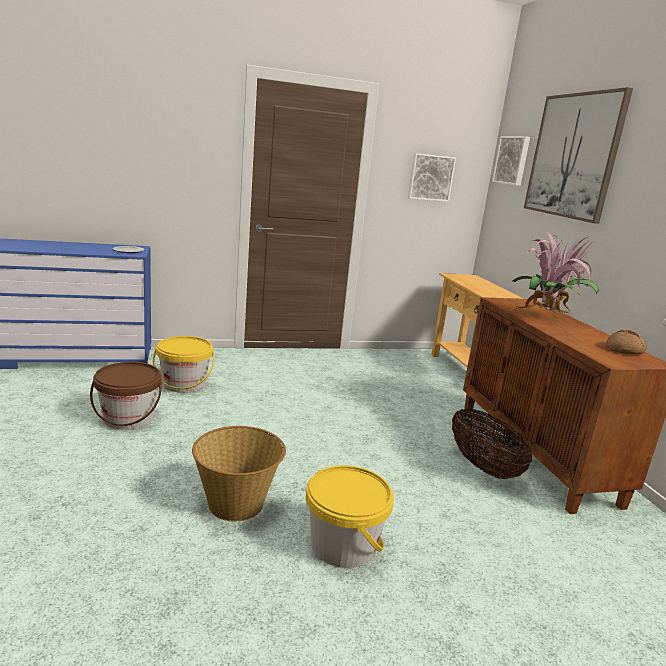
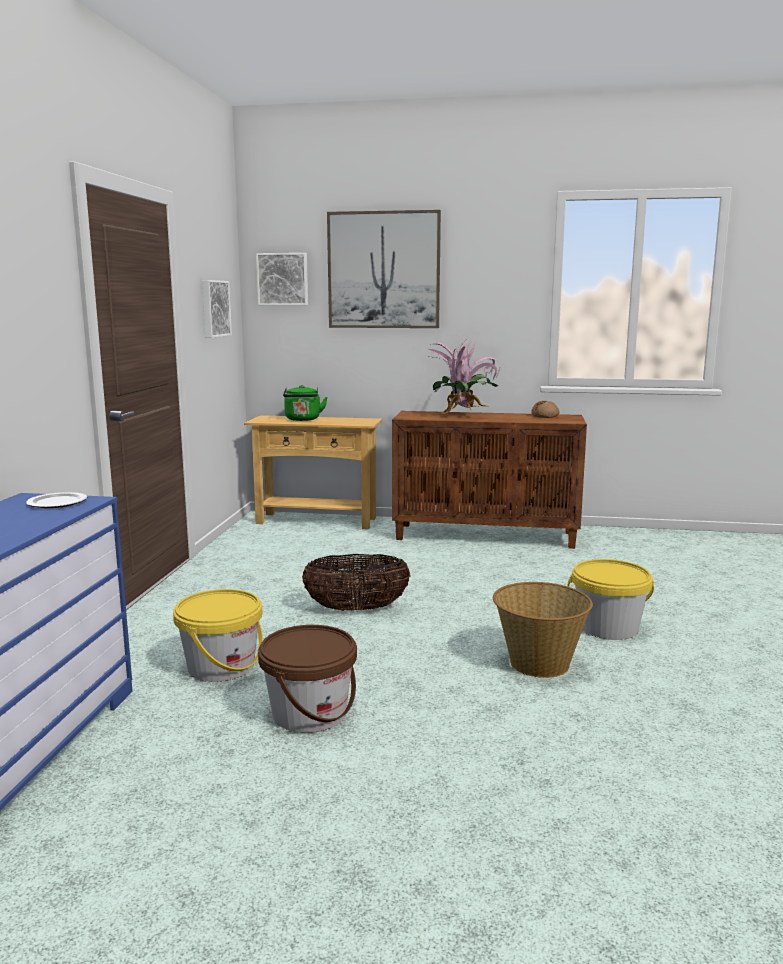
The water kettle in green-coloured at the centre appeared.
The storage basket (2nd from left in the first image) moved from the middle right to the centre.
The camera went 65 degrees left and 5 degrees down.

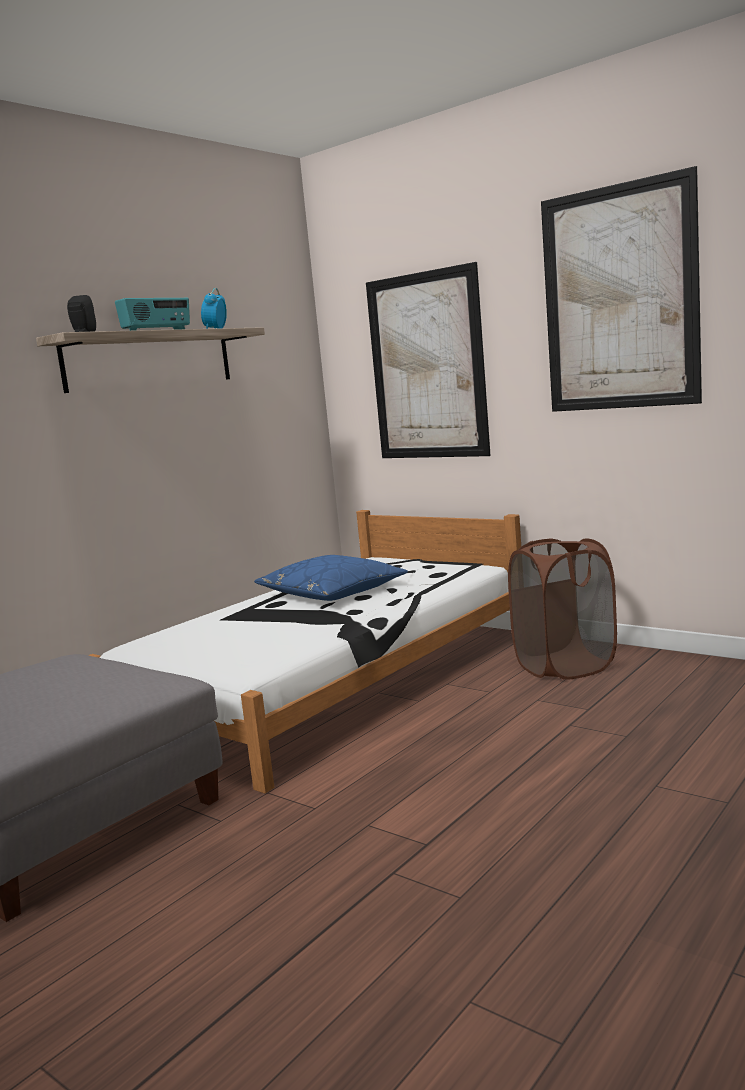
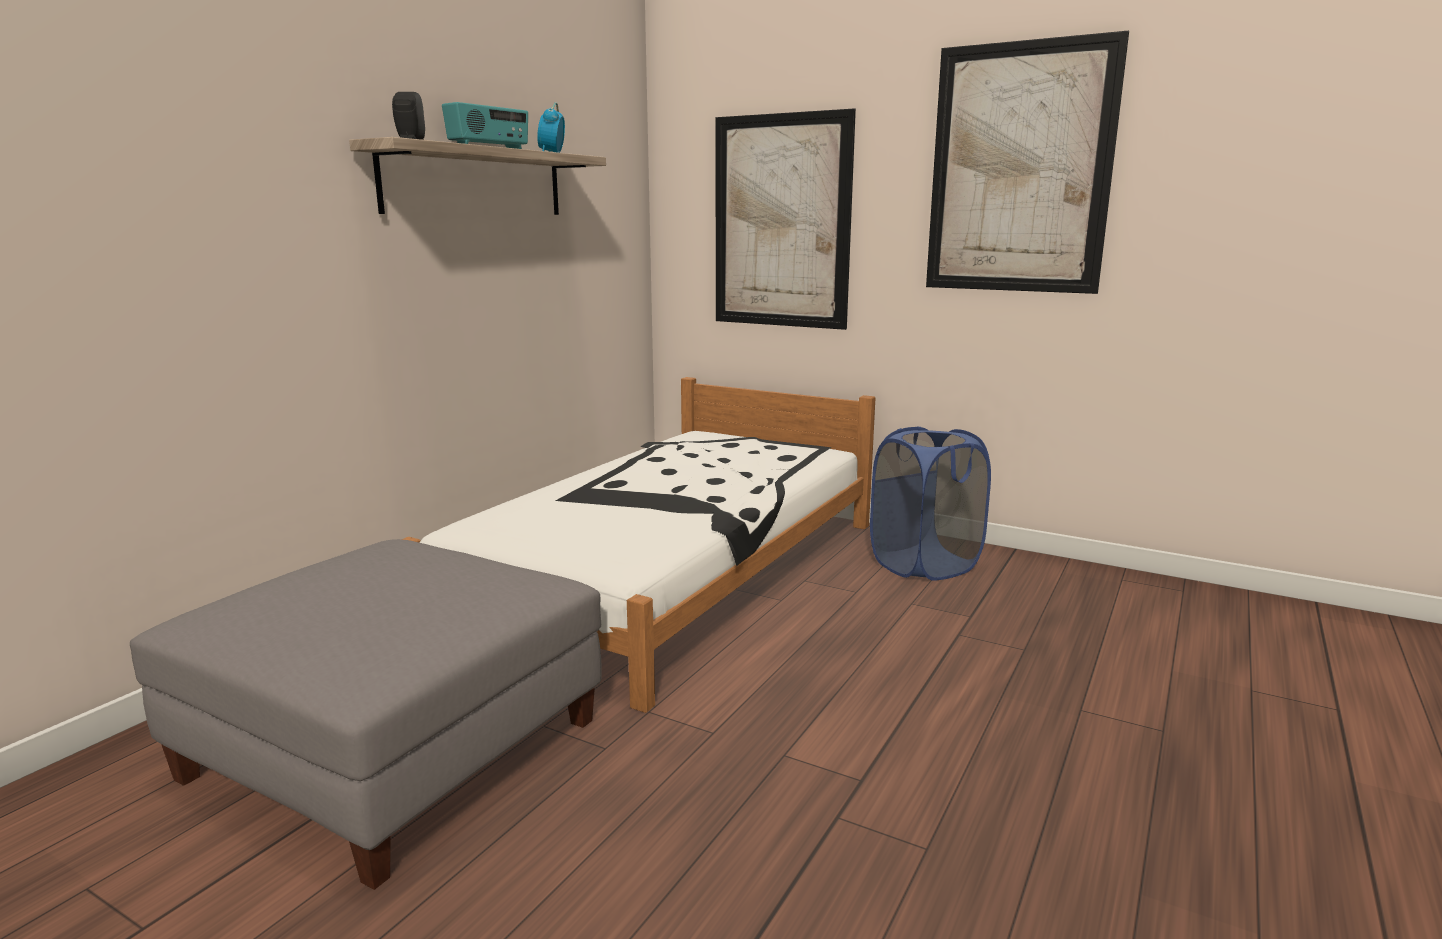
The cushion in blue at the centre disappeared.
The hamper in brown at the middle right became the hamper in blue at the centre.
The camera went 10 degrees left and 5 degrees up.

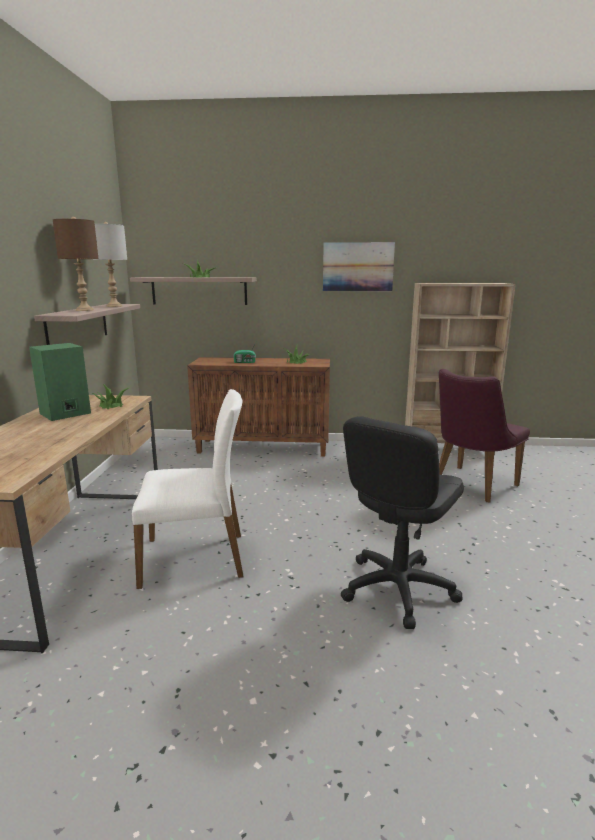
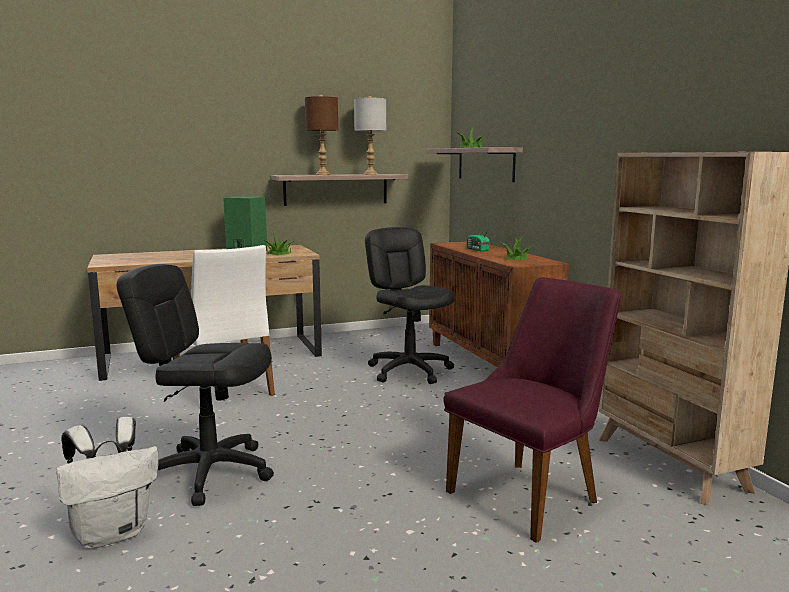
The wall picture at the top centre disappeared.
The backpack in white-coloured at the bottom left appeared.
The office chair in black-coloured (2nd from left) at the centre appeared.
The upright chair in purple-coloured at the middle right turned 120 degrees clockwise.
The camera went 65 degrees right and 5 degrees down.

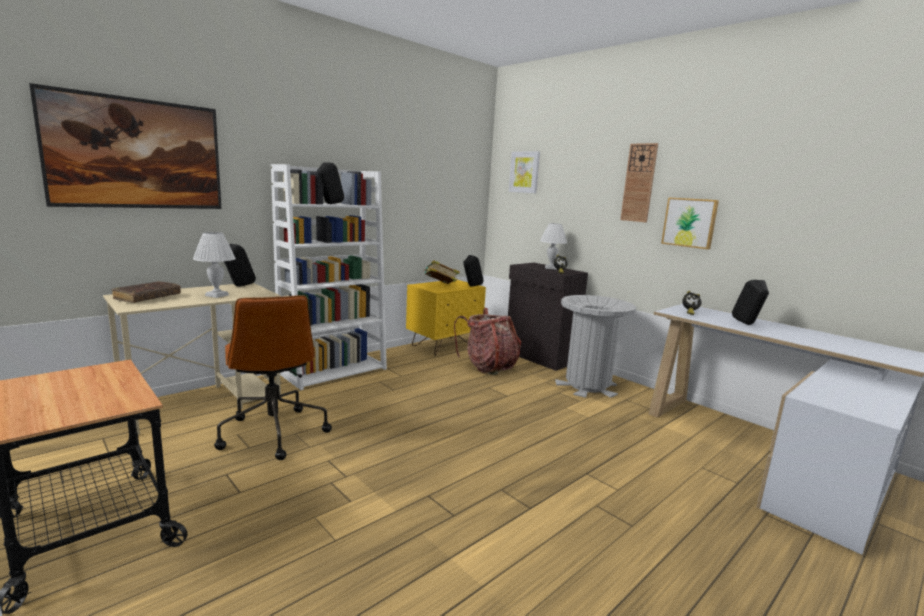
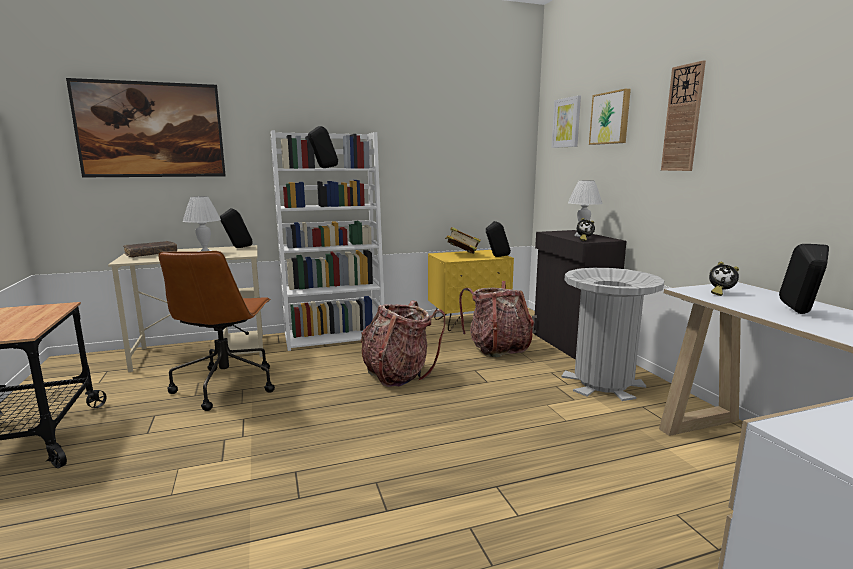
The backpack (1st from left) at the centre appeared.
The wall picture (3rd from left) moved from the middle right to the top right.
The camera went 25 degrees right and 0 degrees up.

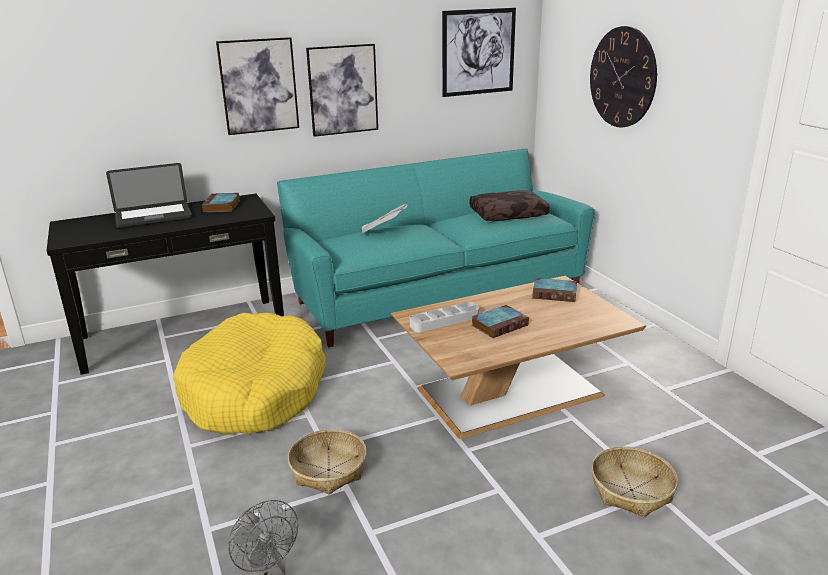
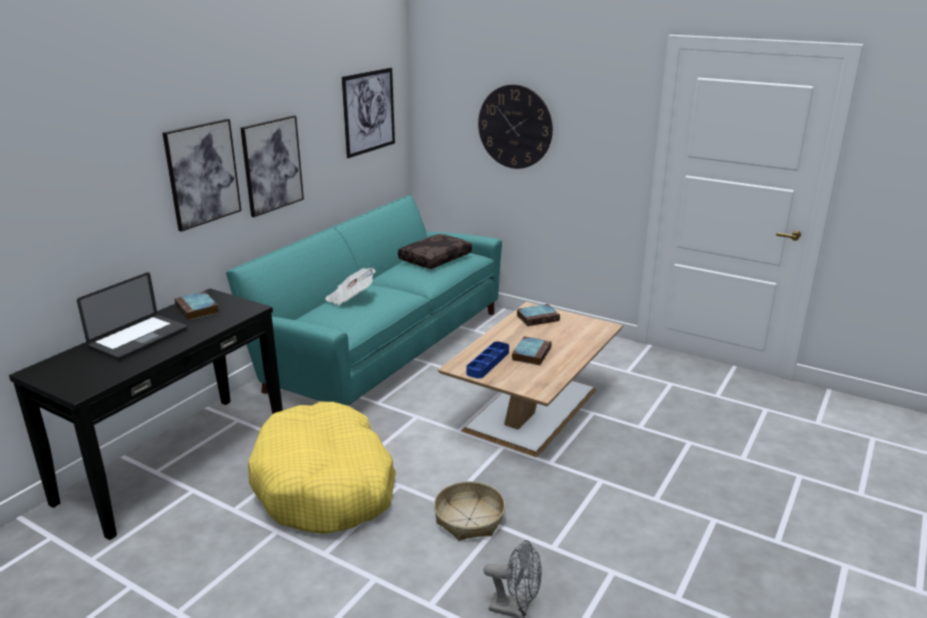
The storage basket (2nd from left) at the bottom right disappeared.
The tray in greyish at the centre became the tray in blue at the centre.
The camera went 35 degrees left and 0 degrees up.

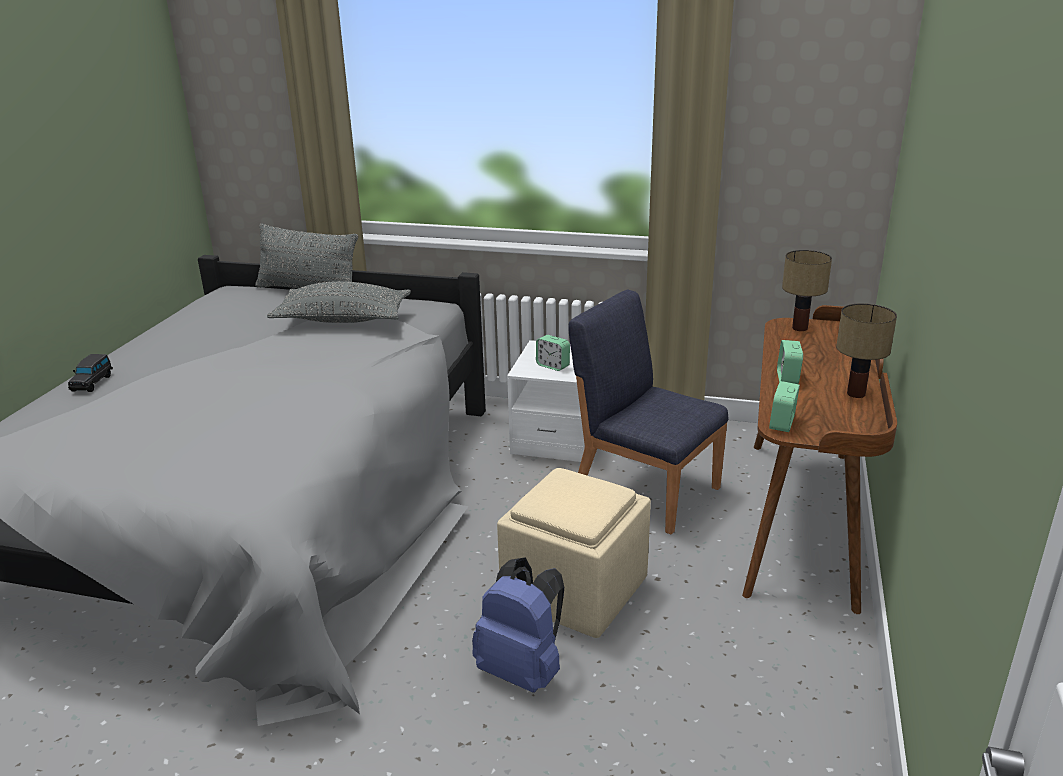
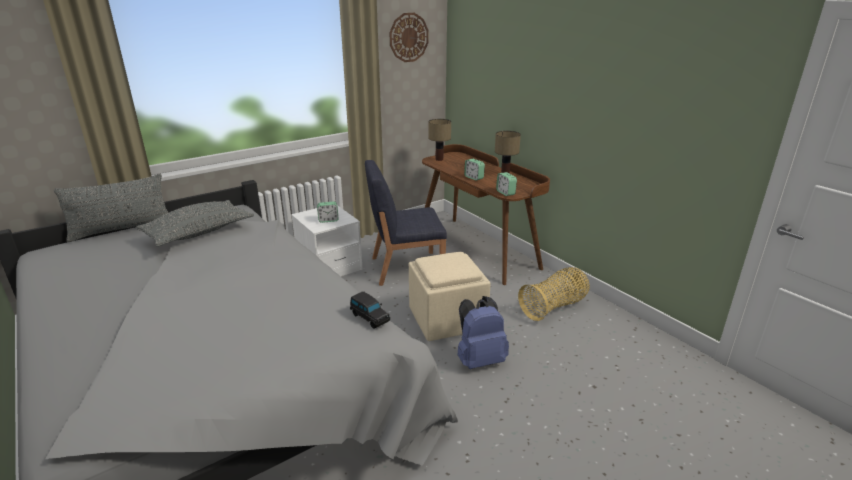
The hanging clock at the top centre appeared.
The storage basket at the centre appeared.
The model car in black-coloured moved from the middle left to the centre.
The camera went 50 degrees left and 0 degrees up.

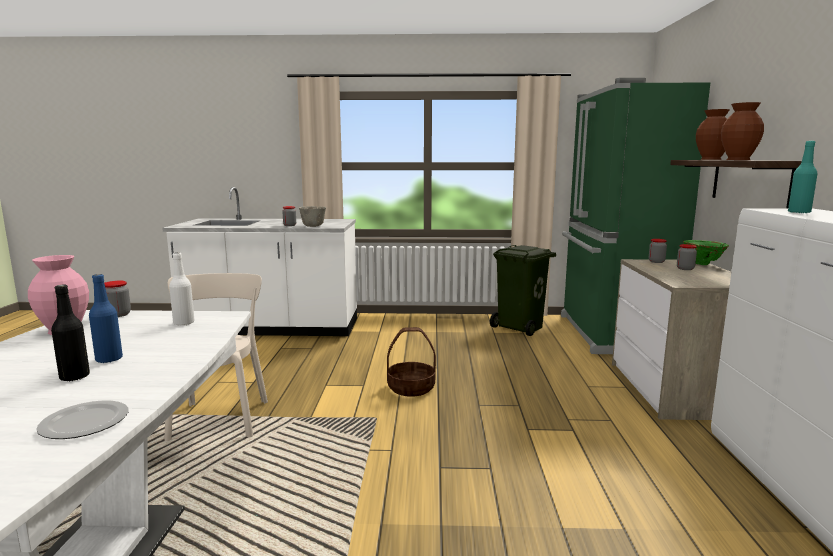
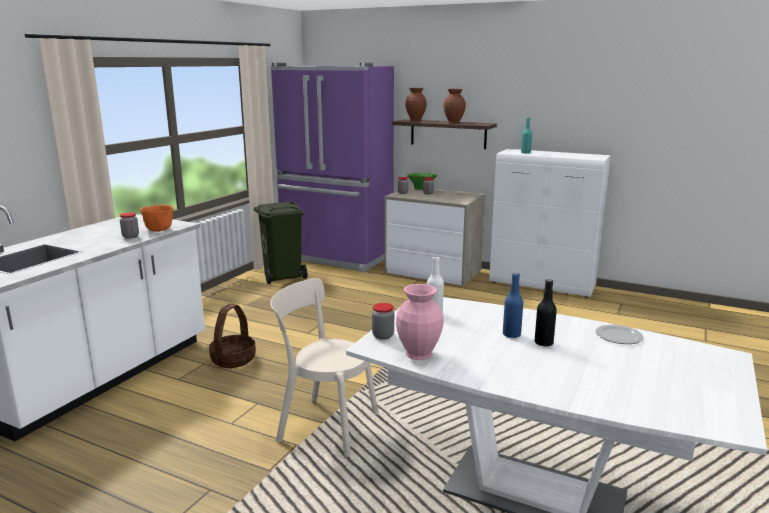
The storage basket moved from the centre to the middle left.
The serving bowl in greyish at the centre became the serving bowl in orange-coloured at the middle left.
The kitchen fridge in green-coloured at the middle right became the kitchen fridge in purple-coloured at the top centre.
The camera went 65 degrees left and 5 degrees up.

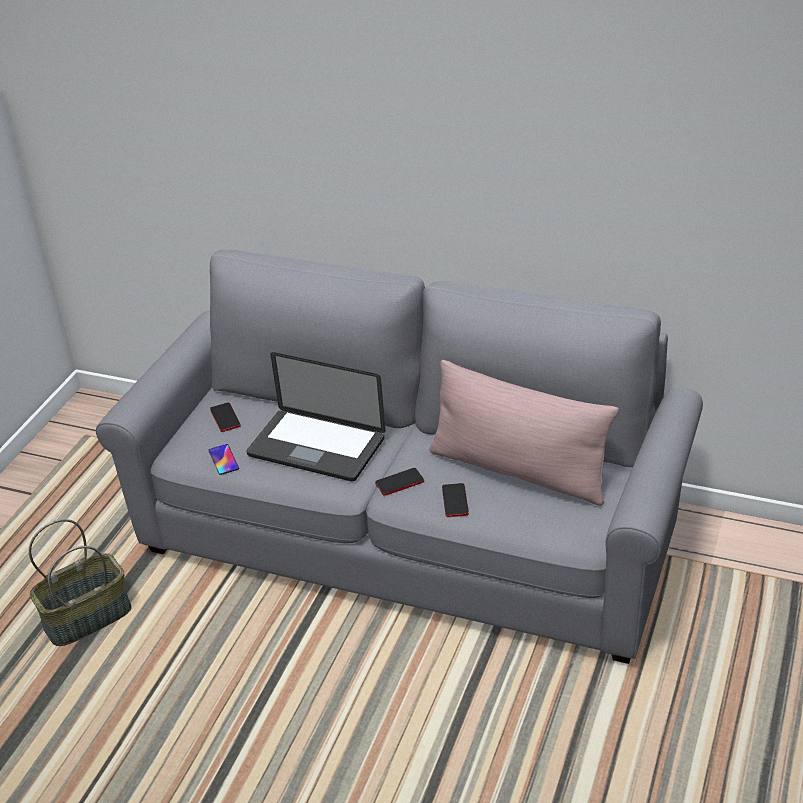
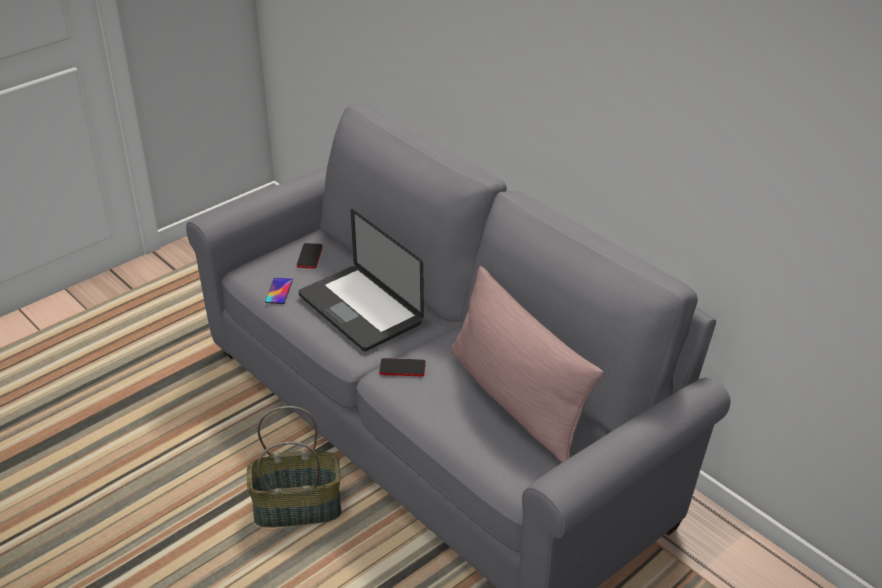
The phone (4th from left) at the centre disappeared.
The storage basket moved from the bottom left to the bottom centre.
The camera went 25 degrees right and 0 degrees up.

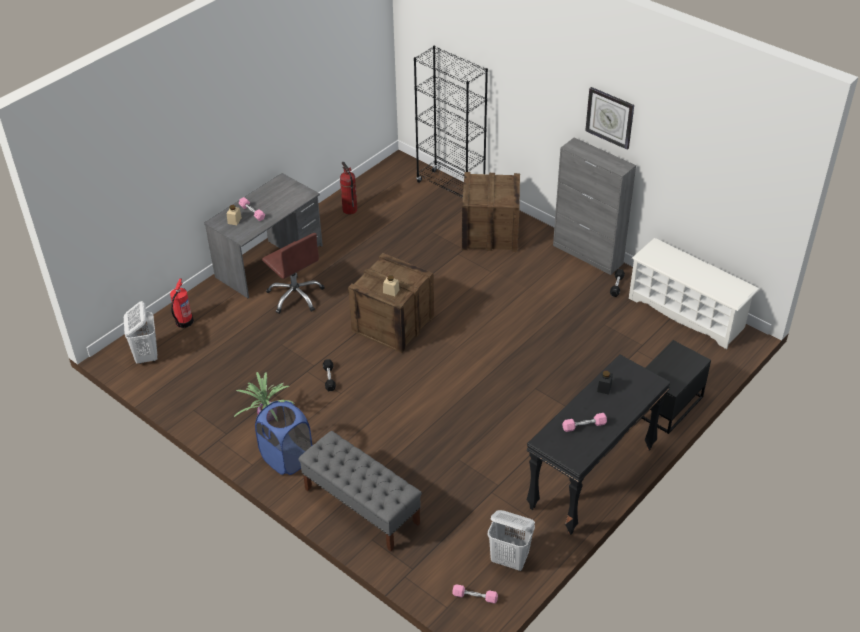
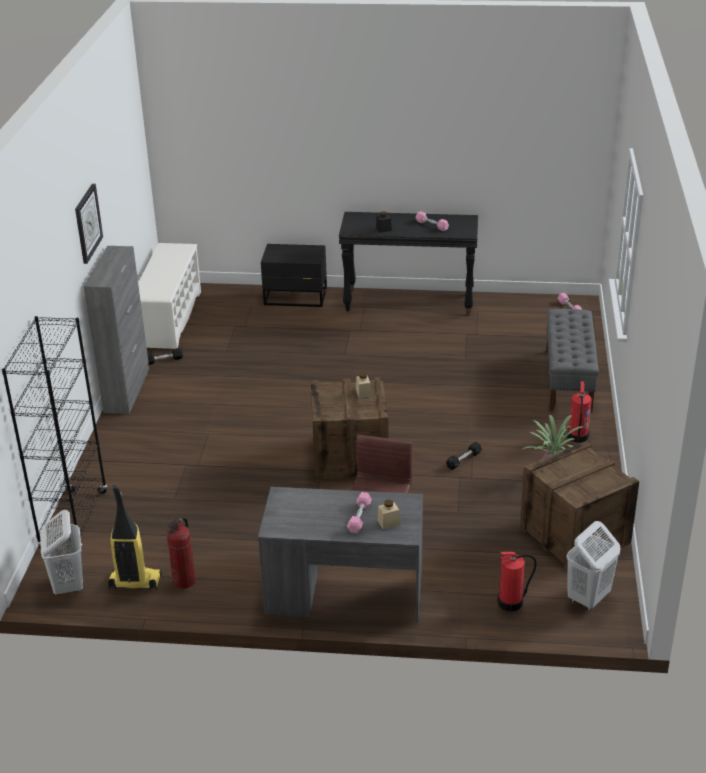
The vacuum cleaner at the bottom left appeared.
The crate (2nd from left) moved from the centre to the middle right.
The hamper in white-coloured (2nd from left in the first image) moved from the bottom centre to the bottom left.
The hamper in blue at the bottom left was replaced by the extinguisher (3rd from left) at the middle right.
The camera went 125 degrees left and 10 degrees down.

